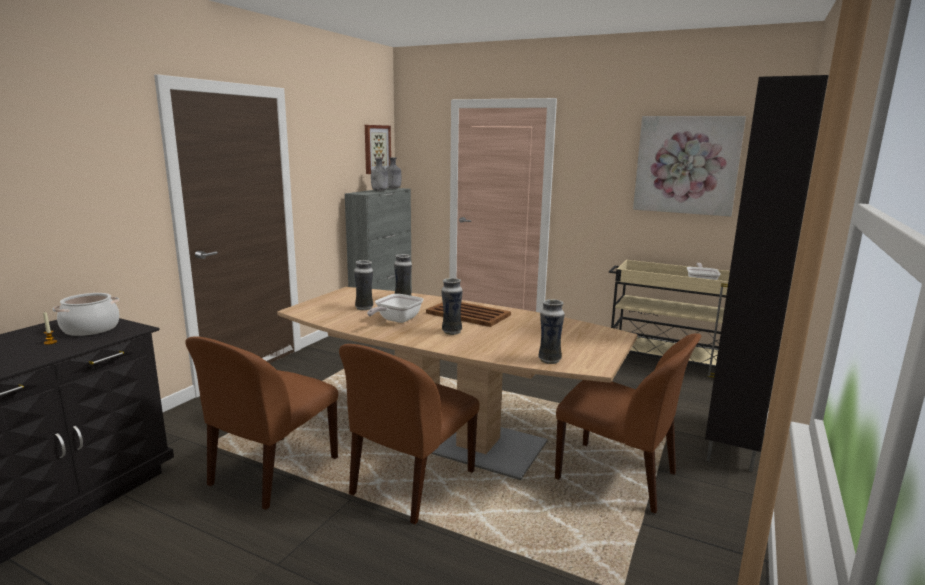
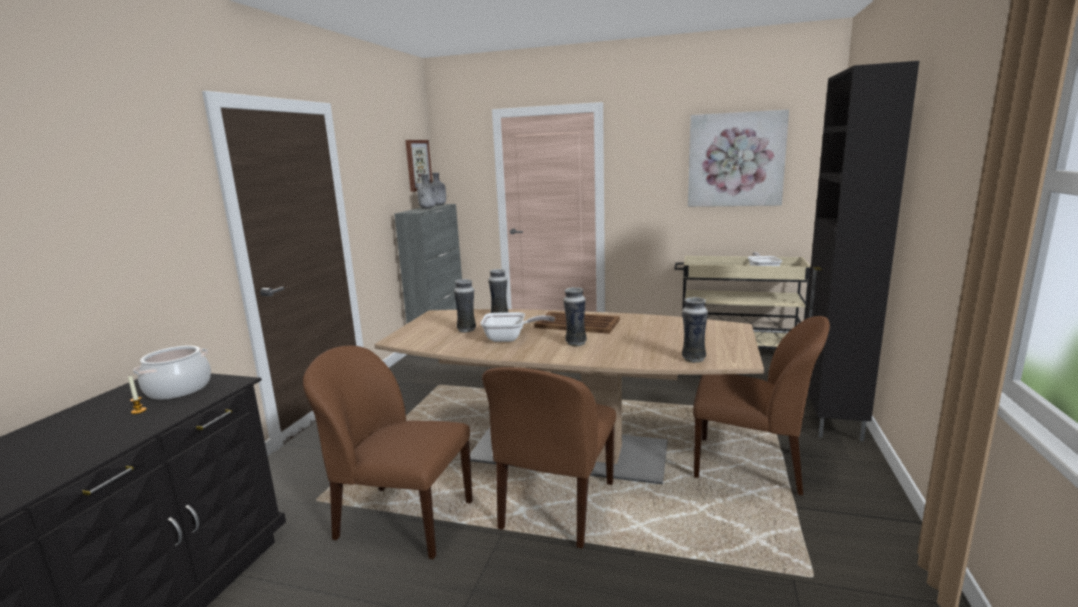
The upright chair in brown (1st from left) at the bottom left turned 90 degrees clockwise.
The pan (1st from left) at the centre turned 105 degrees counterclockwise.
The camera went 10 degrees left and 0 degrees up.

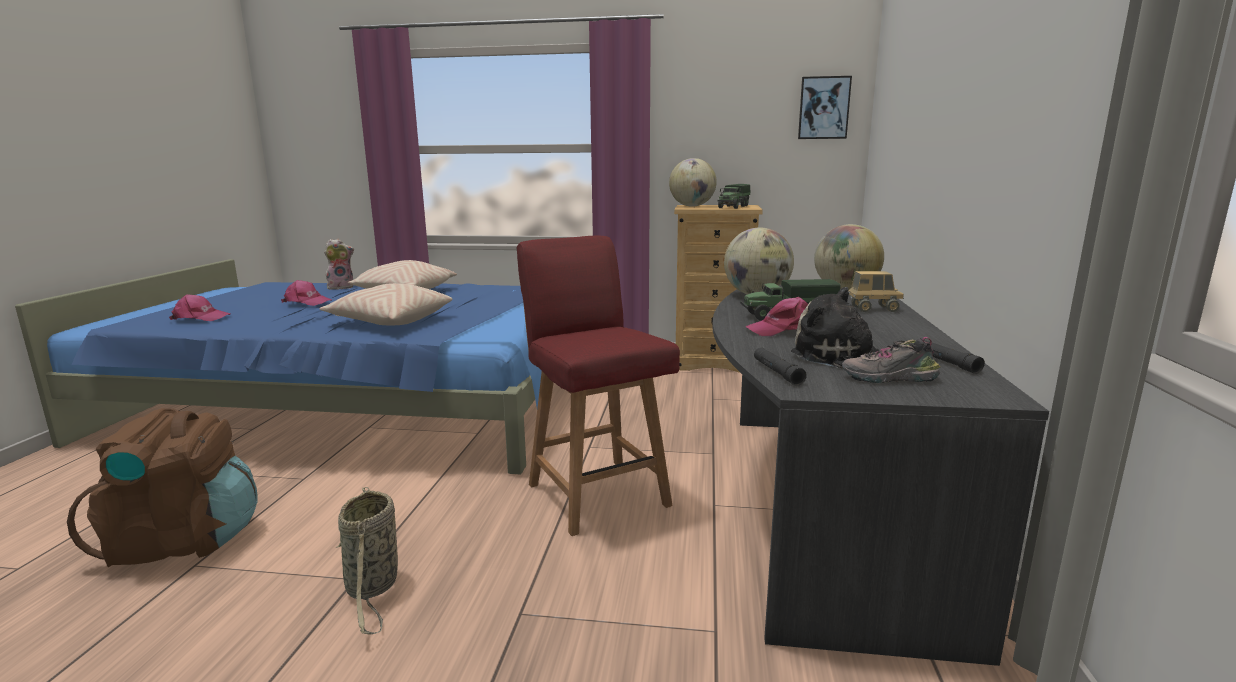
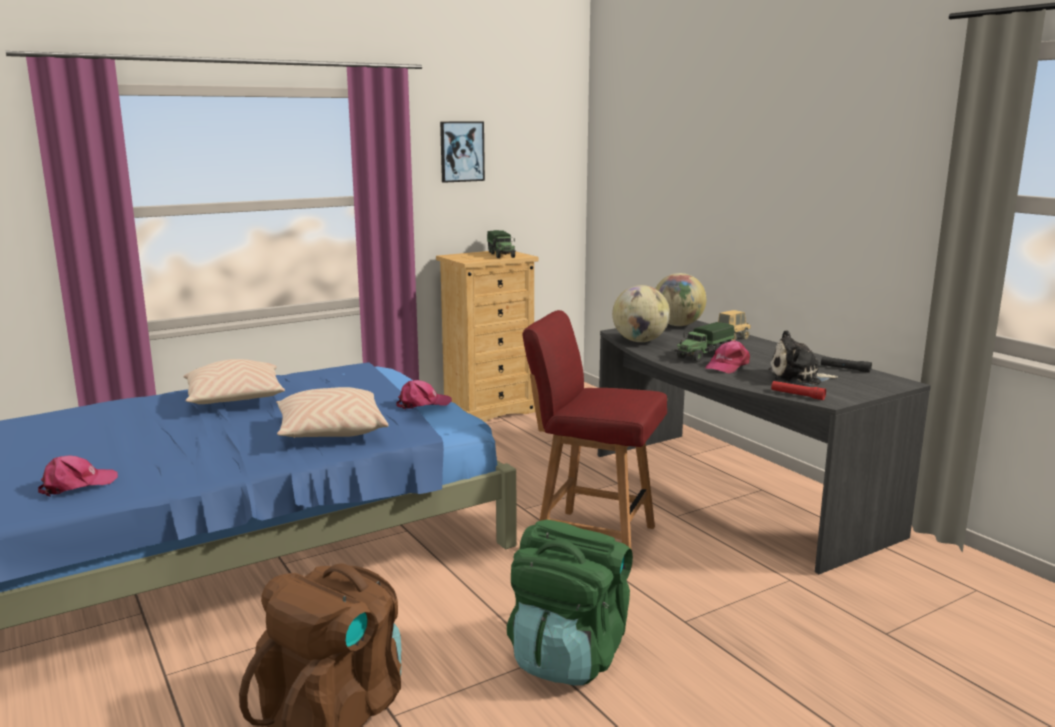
The plush toy (1st from left) at the middle left disappeared.
The world globe (1st from left) at the top centre disappeared.
The low shoe at the middle right disappeared.
The baseball cap in pink-coloured (2nd from left) moved from the middle left to the centre.
The wall picture moved from the top right to the top centre.
The storage basket at the bottom left was replaced by the backpack in green-coloured at the bottom centre.
The hand torch in black-coloured (1st from left) at the centre became the hand torch in reddish at the middle right.
The camera went 40 degrees left and 0 degrees up.

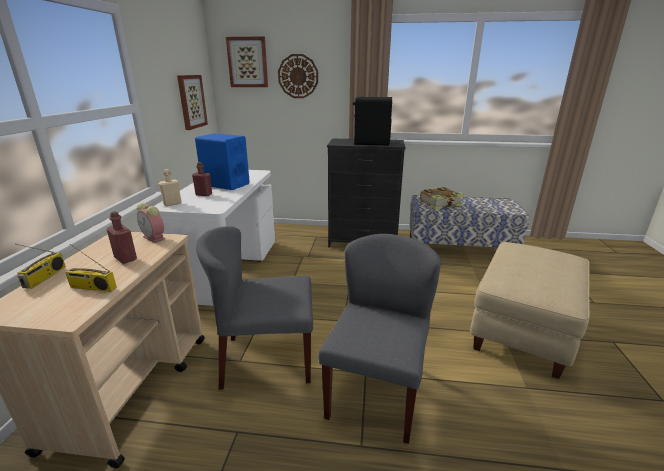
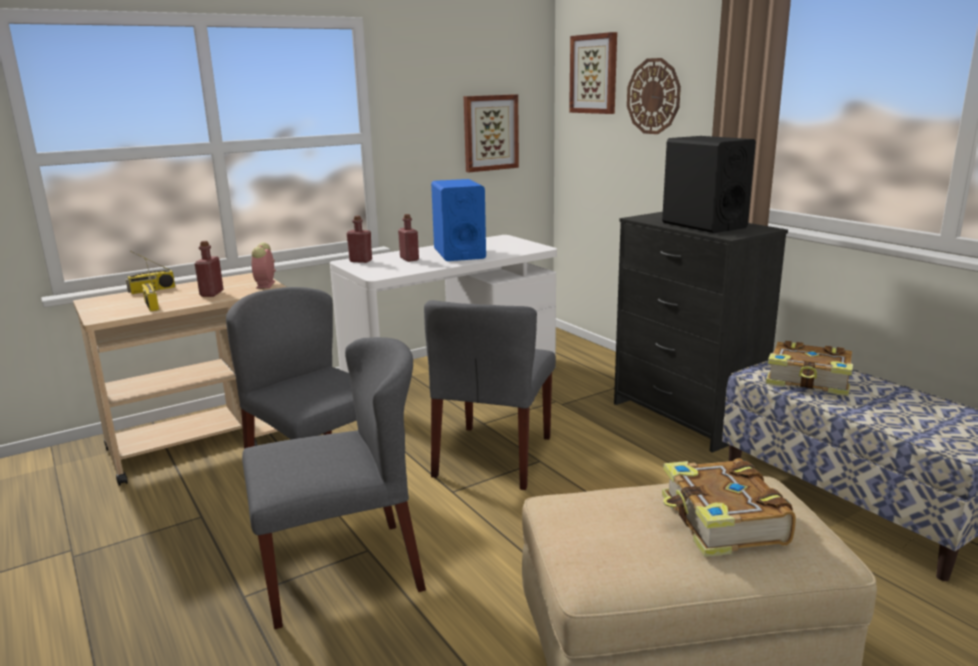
The upright chair in greyish (3rd from left) at the centre appeared.
The book (1st from left) at the bottom right appeared.
The beverage bottle in beige at the middle left became the beverage bottle in reddish (2nd from left) at the centre.
The camera went 50 degrees right and 5 degrees down.

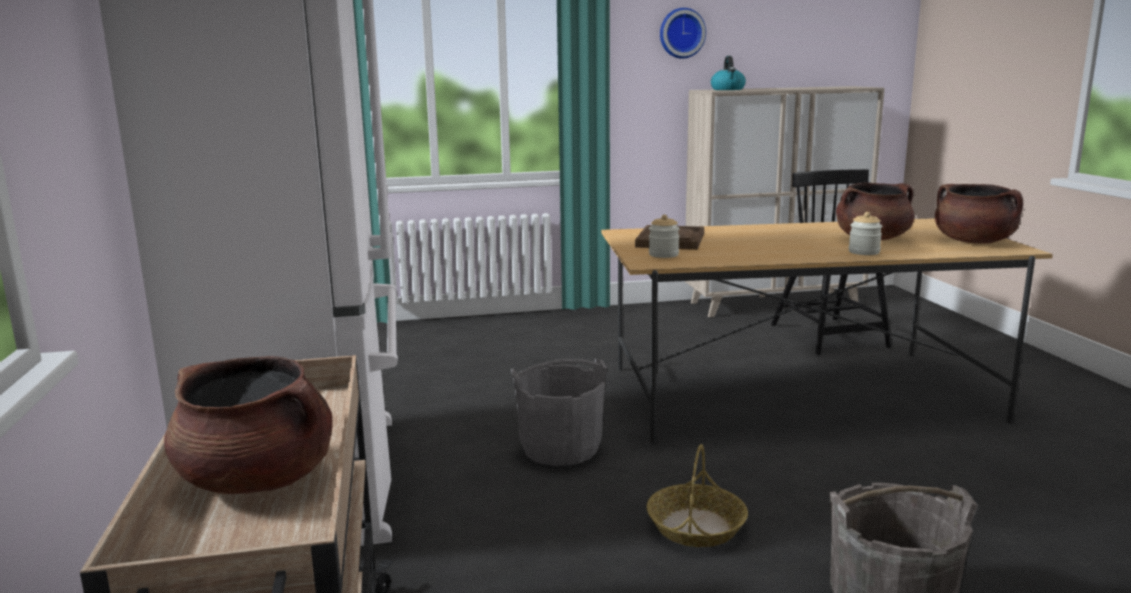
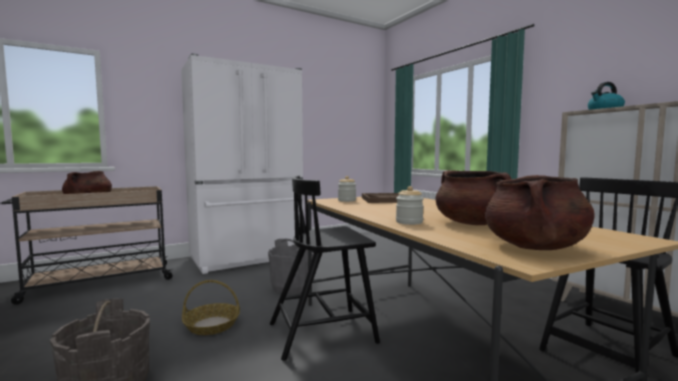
The hanging clock at the top centre disappeared.
The upright chair in black-coloured (1st from left) at the bottom centre appeared.
The camera went 70 degrees right and 10 degrees down.

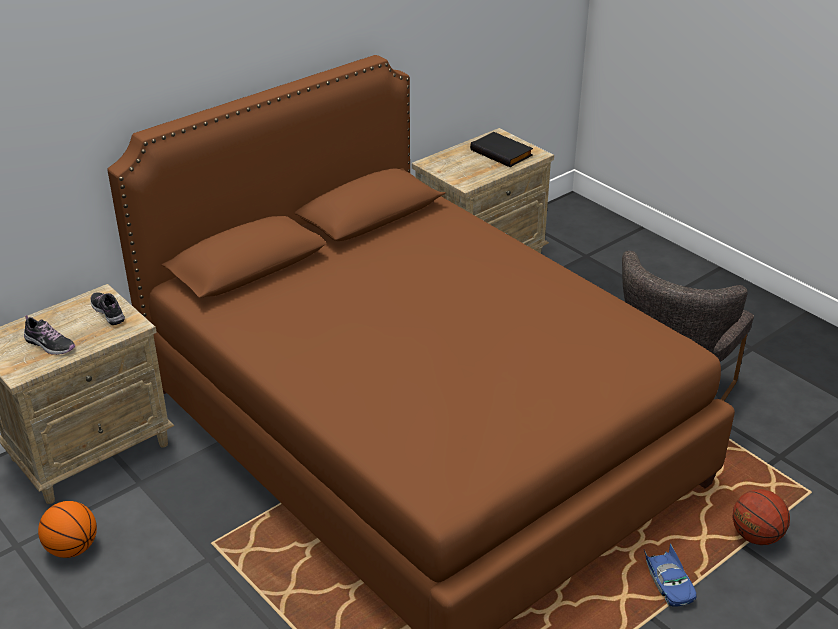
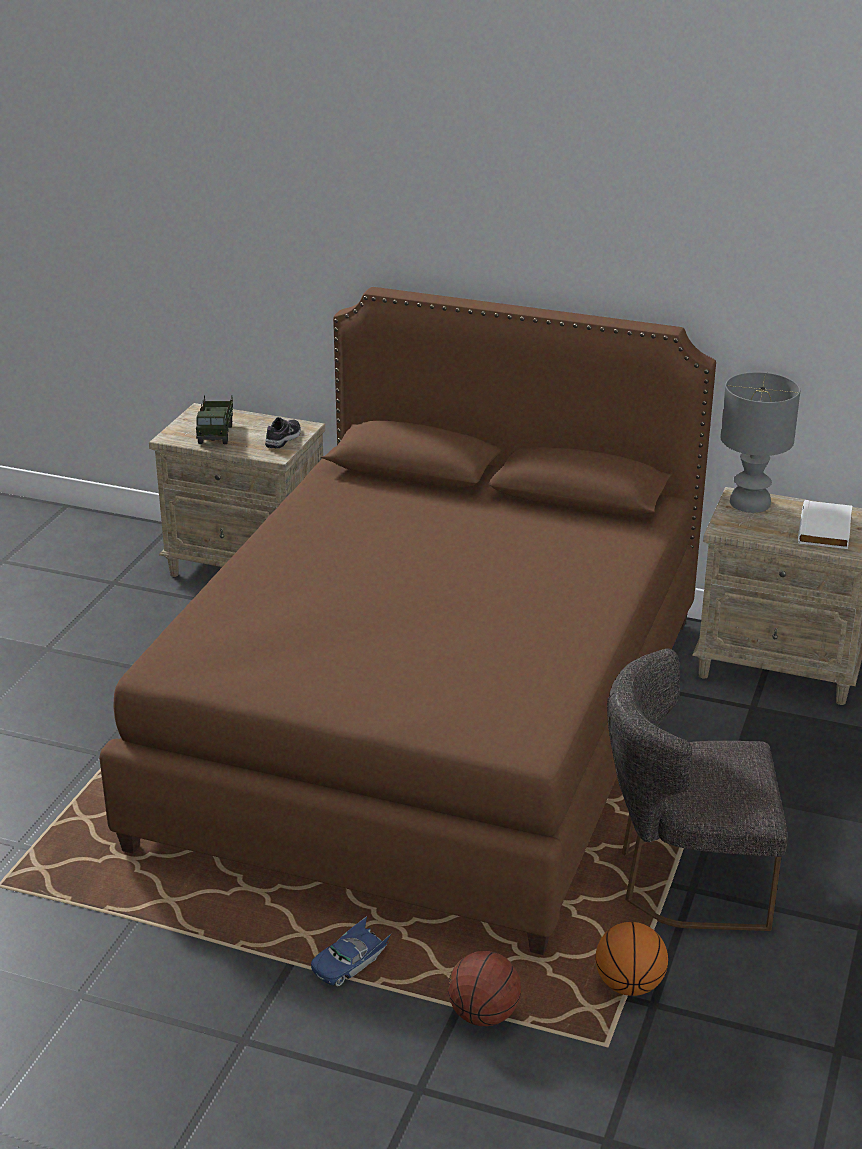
The table lamp in greyish at the middle right appeared.
The ball for basketball (1st from left in the first image) moved from the bottom left to the bottom right.
The low shoe (1st from left) at the middle left was replaced by the toy truck at the middle left.
The book in black-coloured at the top centre became the book in white-coloured at the middle right.
The camera went 60 degrees right and 5 degrees down.

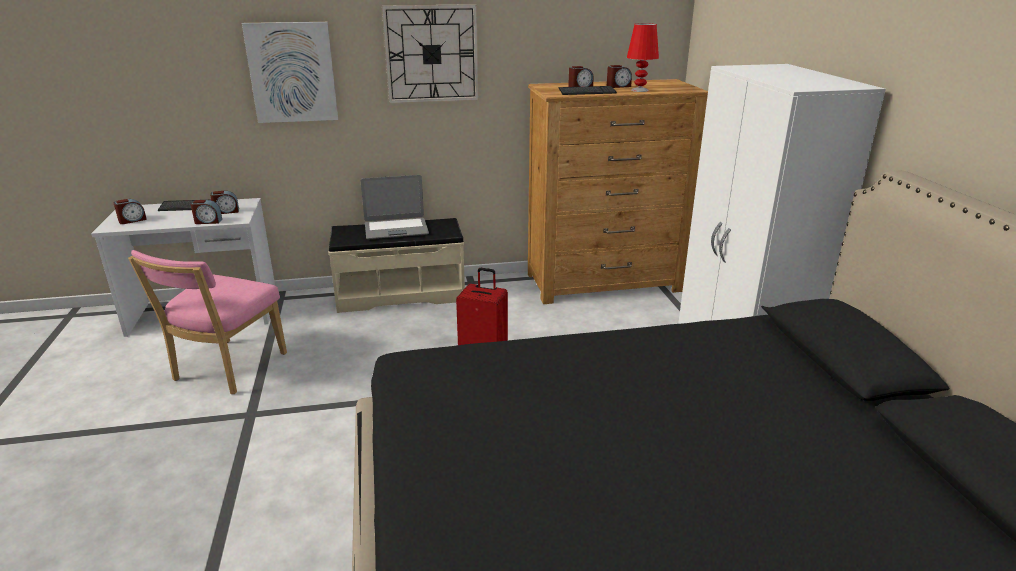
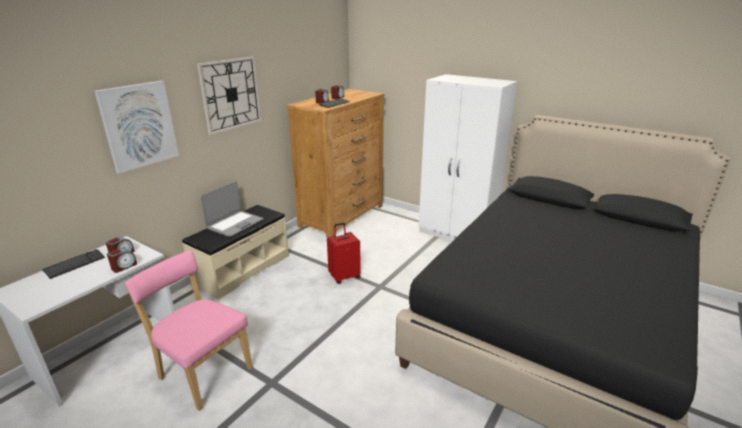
The table clock (1st from left) at the middle left disappeared.
The table lamp in reddish at the top centre disappeared.
The upright chair in pink-coloured at the middle left turned 150 degrees clockwise.
The camera went 45 degrees left and 0 degrees up.

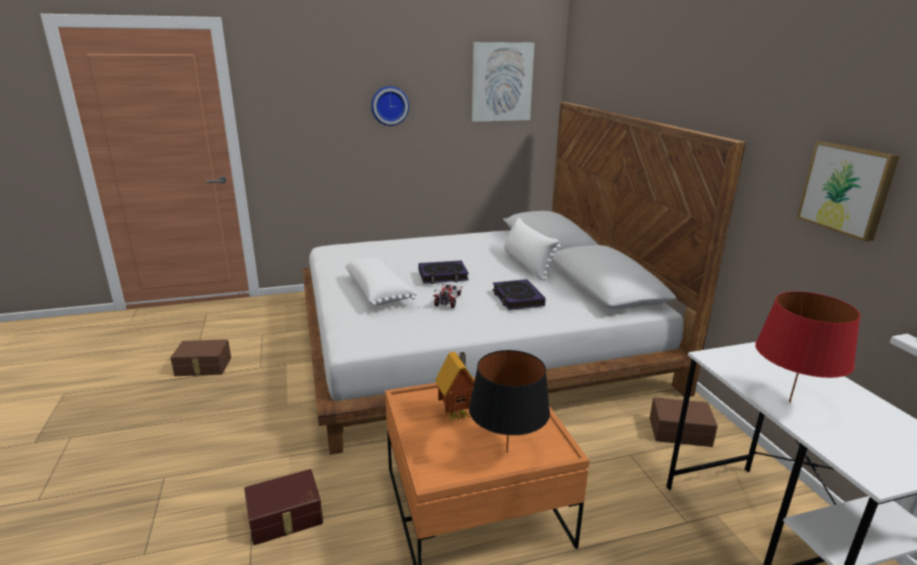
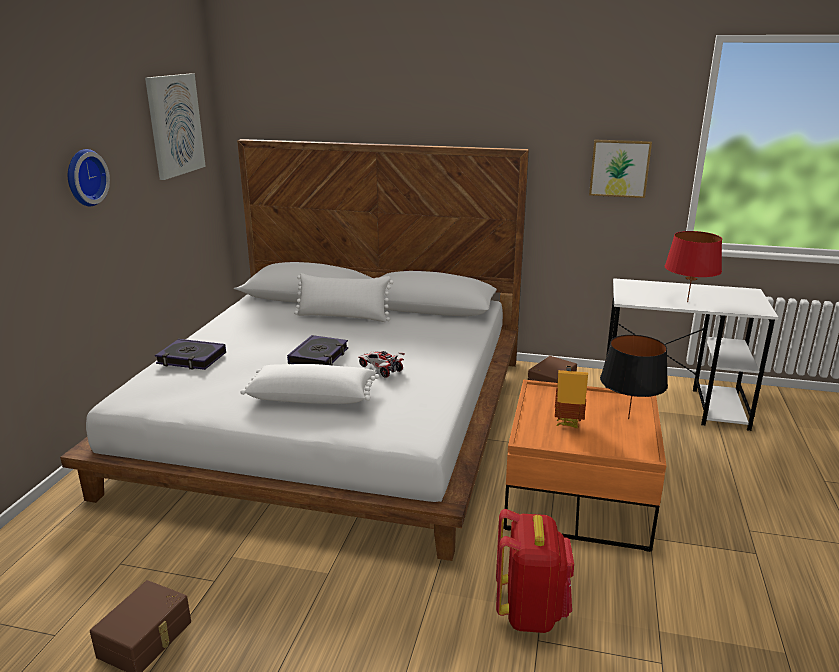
The book (2nd from left in the first image) moved from the centre to the middle left.
The storage container in brown (2nd from left) at the bottom left was replaced by the backpack in reddish at the bottom centre.
The camera went 60 degrees left and 0 degrees up.

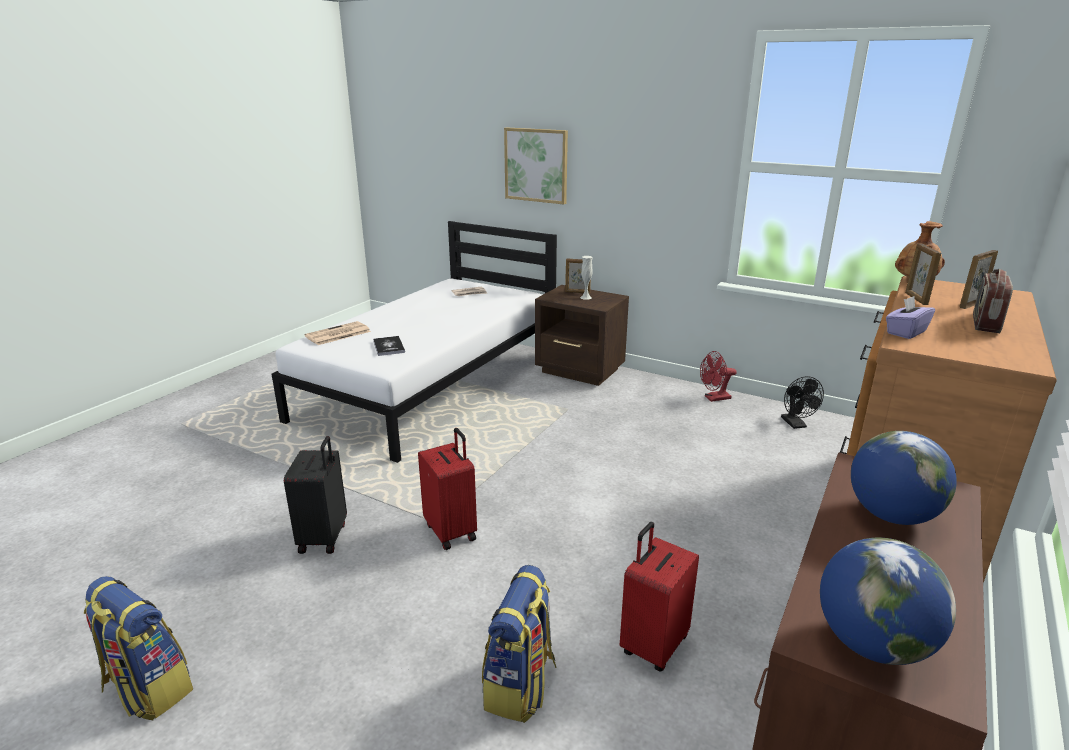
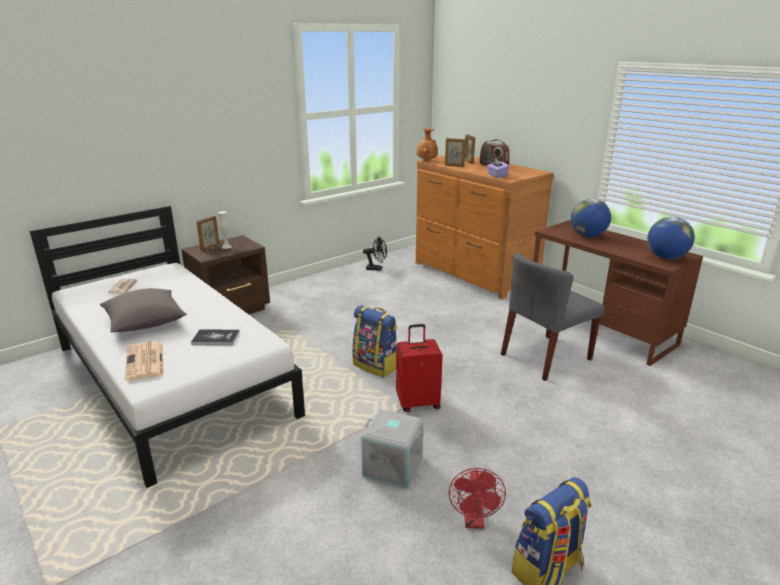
The wall picture at the top centre disappeared.
The cushion in greyish at the middle left appeared.
The backpack (2nd from left in the first image) moved from the bottom centre to the centre.
The fan in reddish moved from the middle right to the bottom centre.
The piece of luggage in black-coloured at the middle left was replaced by the storage container in greyish at the bottom centre.
The piece of luggage in reddish (2nd from left) at the bottom centre was replaced by the upright chair in greyish at the middle right.
The camera went 70 degrees left and 0 degrees up.

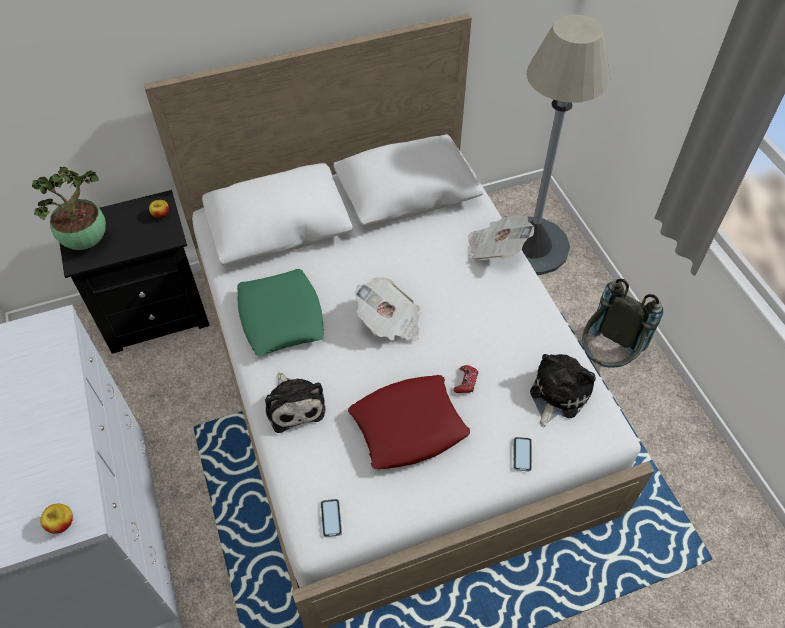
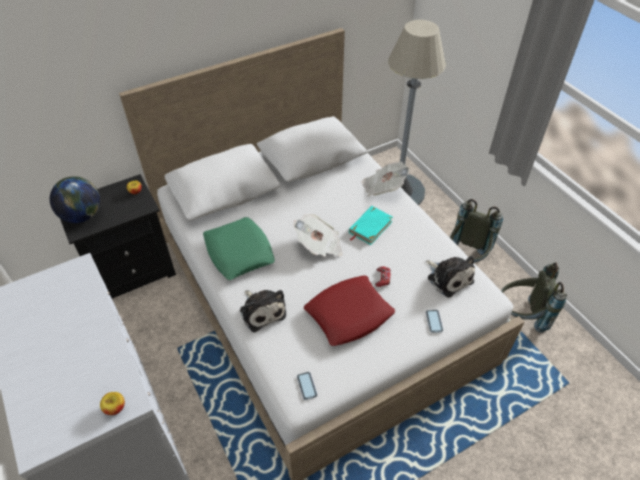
The book in turquoise at the centre appeared.
The backpack in greyish (2nd from left) at the middle right appeared.
The houseplant at the top left was replaced by the world globe at the middle left.
The plush toy (2nd from left) at the middle right turned 120 degrees clockwise.
The camera went 10 degrees left and 5 degrees down.

